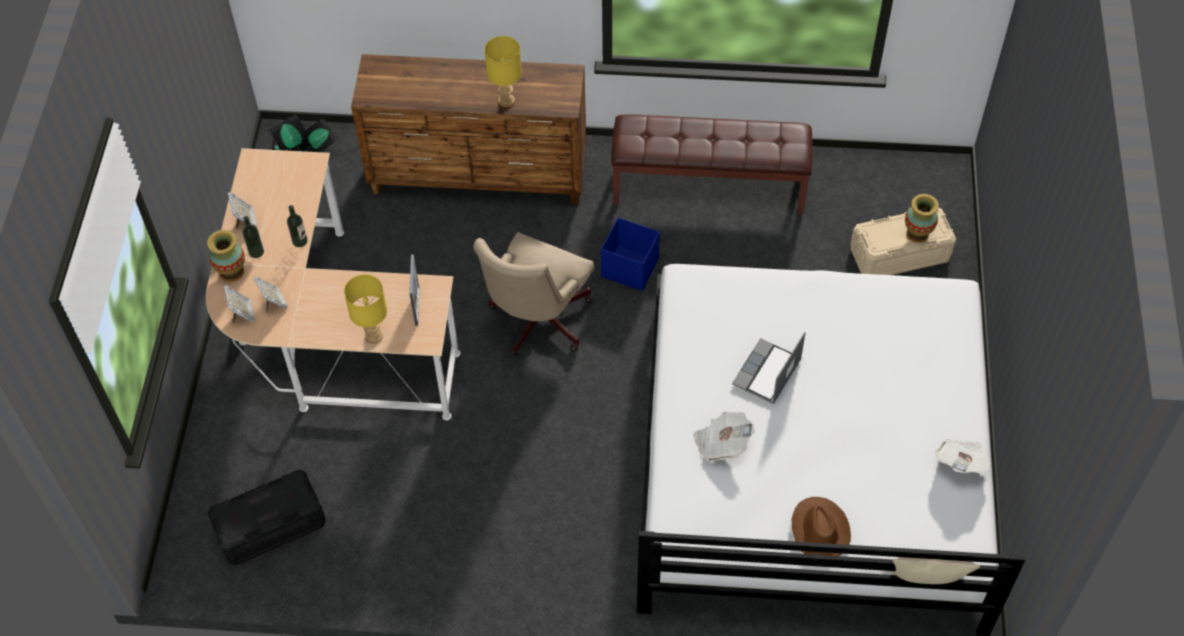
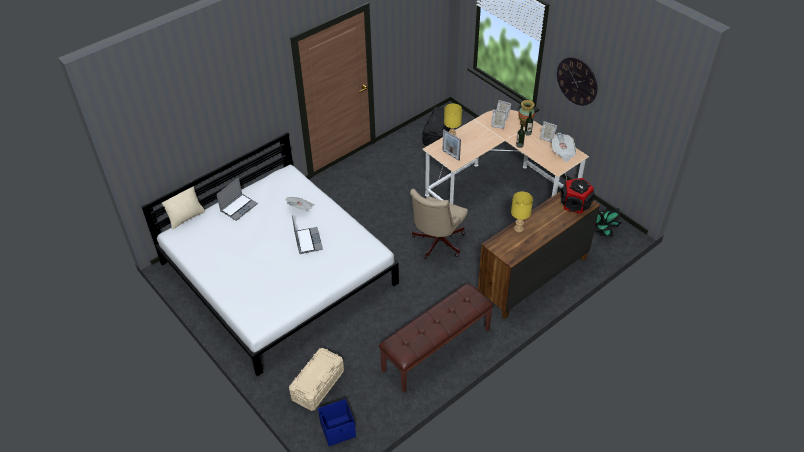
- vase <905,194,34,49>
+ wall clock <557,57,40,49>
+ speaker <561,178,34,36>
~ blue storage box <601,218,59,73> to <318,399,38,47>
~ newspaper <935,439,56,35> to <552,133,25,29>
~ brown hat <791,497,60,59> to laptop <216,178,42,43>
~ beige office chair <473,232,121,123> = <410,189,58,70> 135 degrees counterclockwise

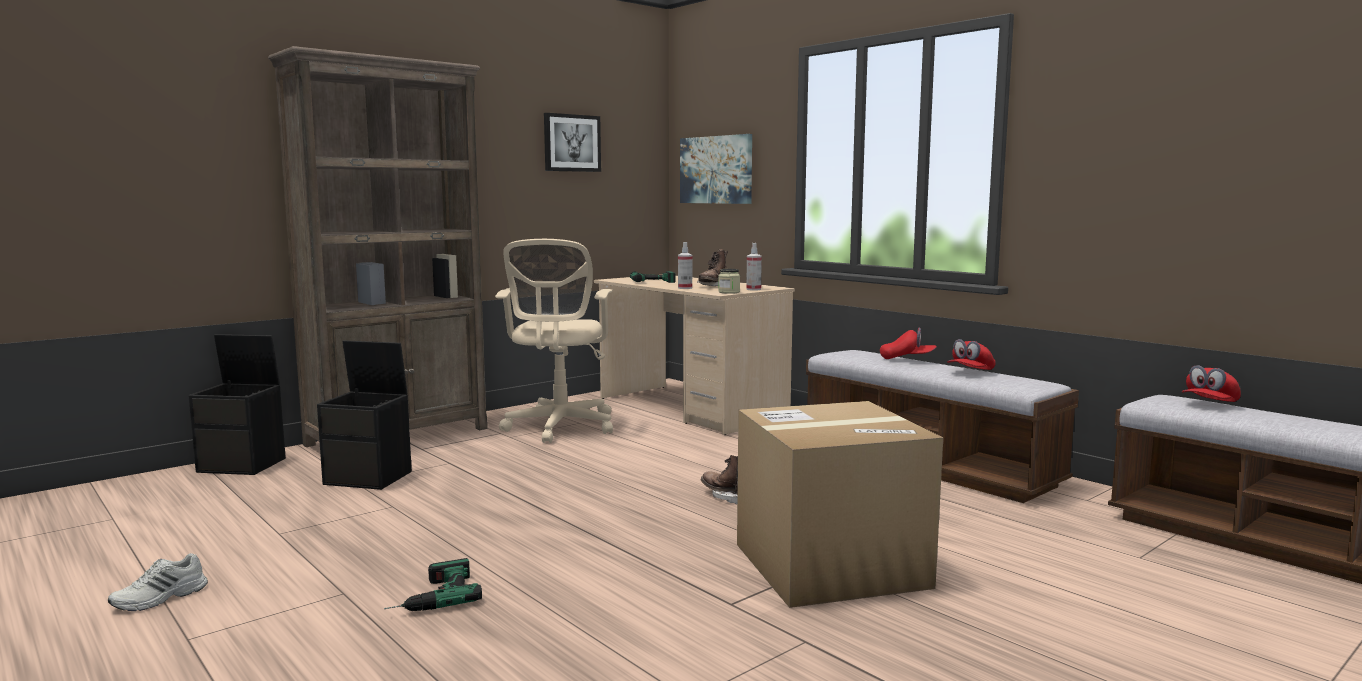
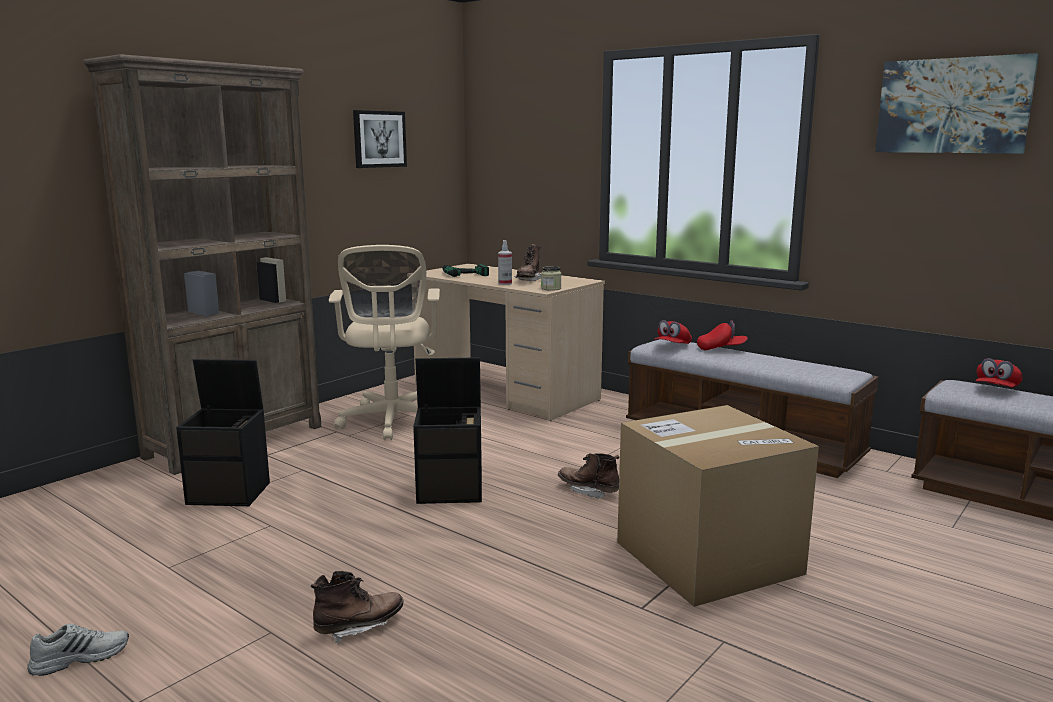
- spray bottle <746,243,16,48>
~ black storage box <189,334,97,141> to <413,357,69,147>
~ picture <680,134,72,70> to <875,53,164,101>
~ red cap <947,339,49,31> to <654,320,38,24>
~ power drill <384,558,98,53> to brown boot <311,571,93,73>
~ white shoe <108,553,100,58> = <27,624,102,52> 150 degrees counterclockwise

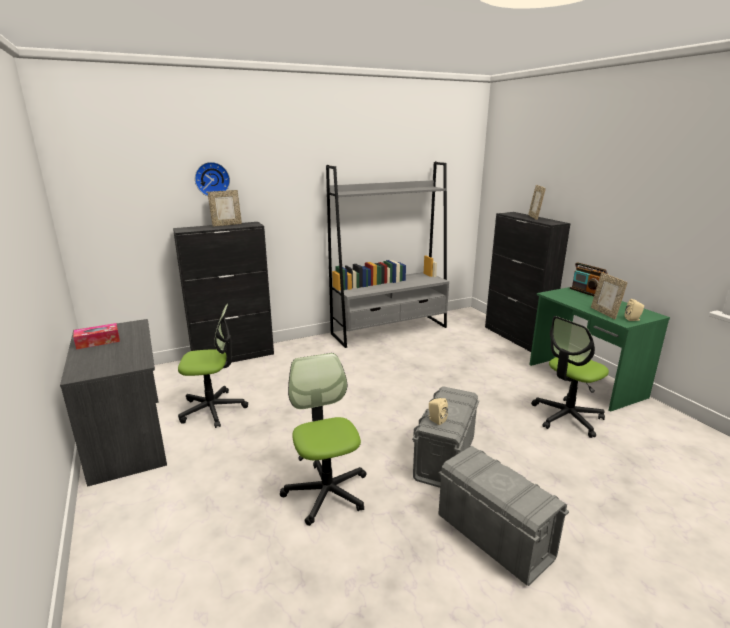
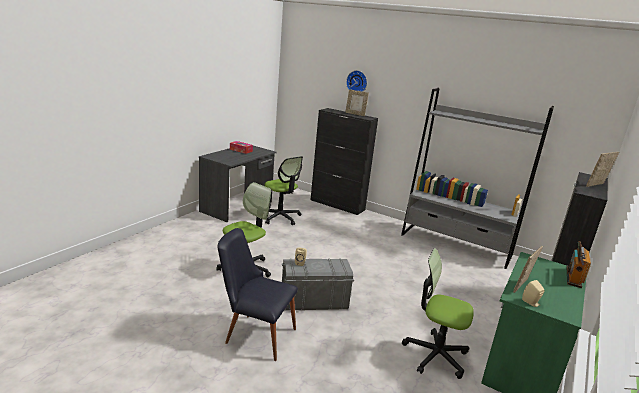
~ grey storage box <439,446,130,140> to black chair <218,228,80,133>

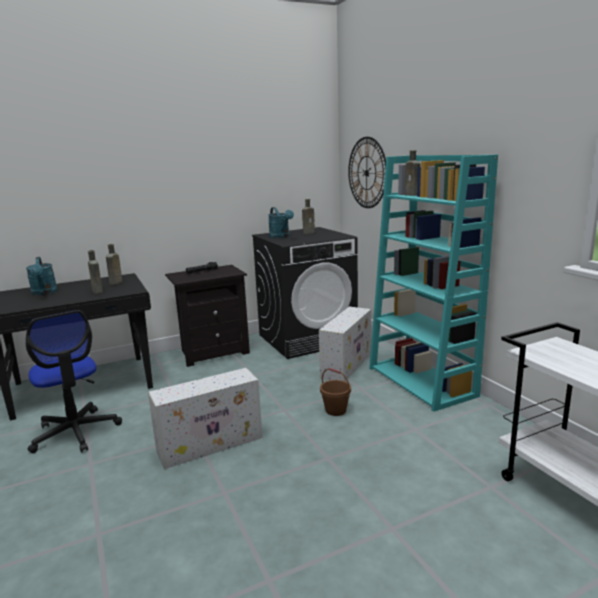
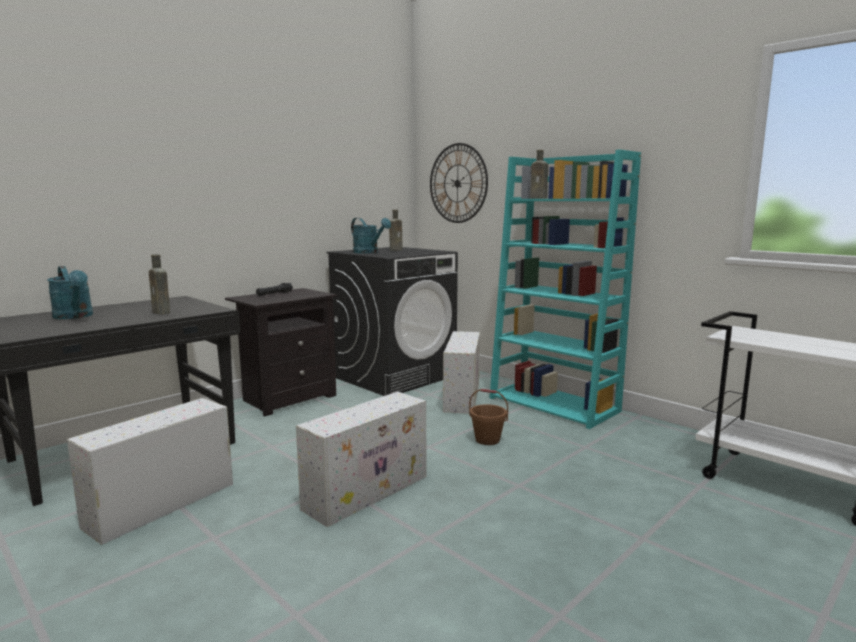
- brown bottle <106,244,16,41>
~ office chair <26,310,96,143> to white storage box <67,398,166,147>

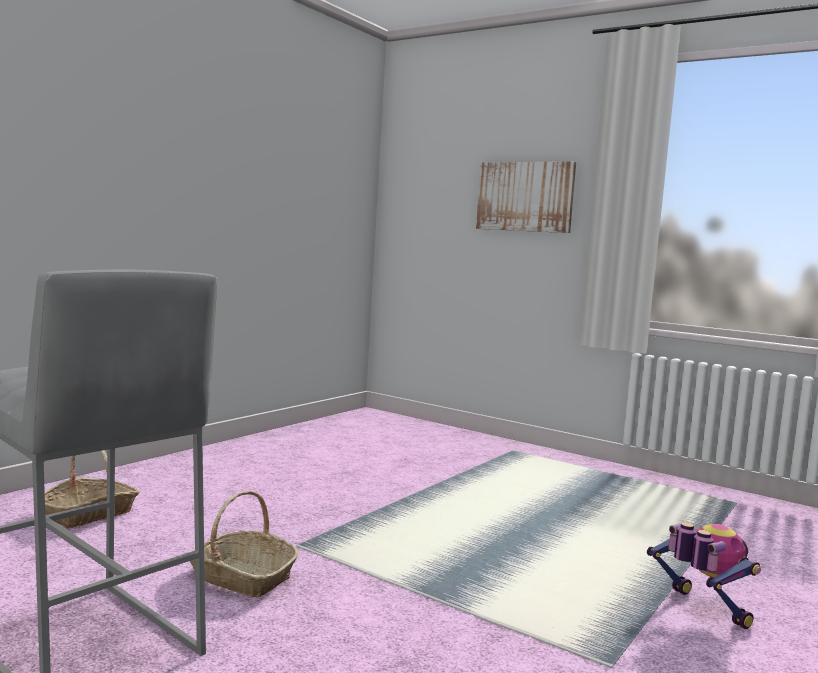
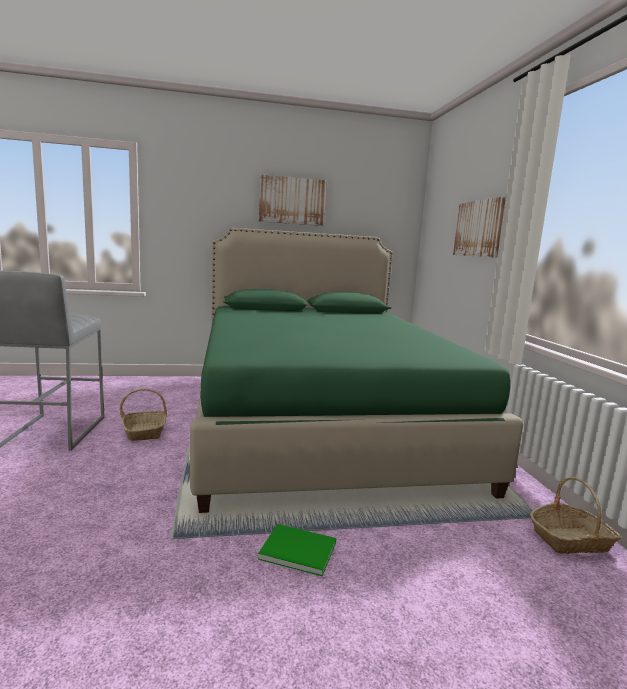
+ green bed <190,228,333,285>
+ picture <259,175,68,51>
~ basket <45,450,95,78> to <530,477,91,77>
~ toy robot <647,522,114,107> to green book <258,524,78,52>

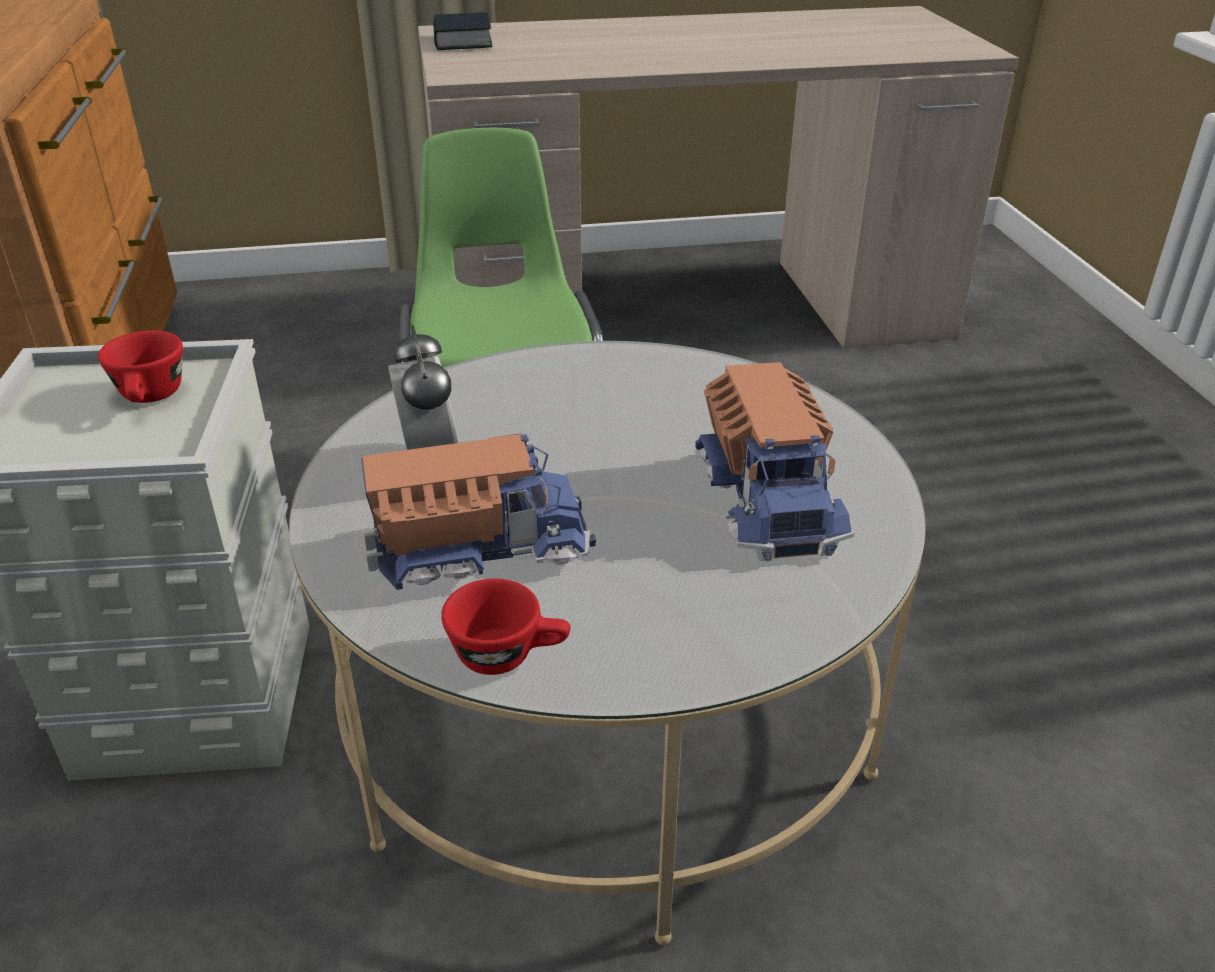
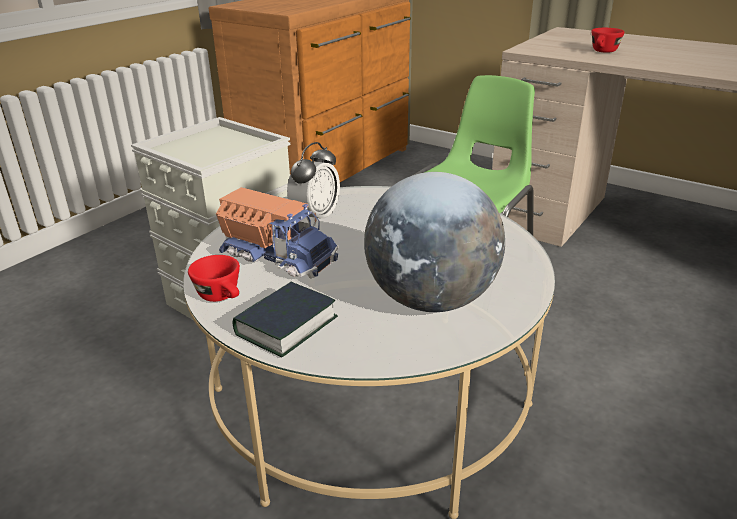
~ red cup <98,330,85,73> to <592,28,32,25>
~ book <433,12,60,38> to <233,282,105,75>
~ toy truck <695,362,159,200> to globe <364,172,141,140>

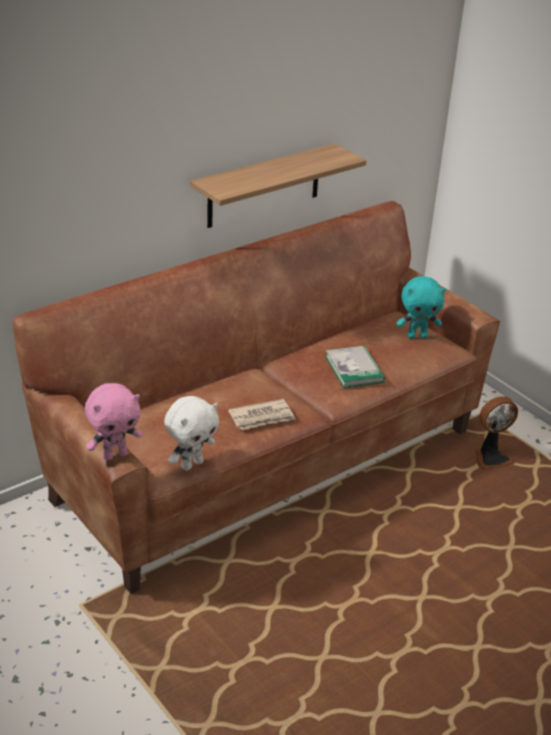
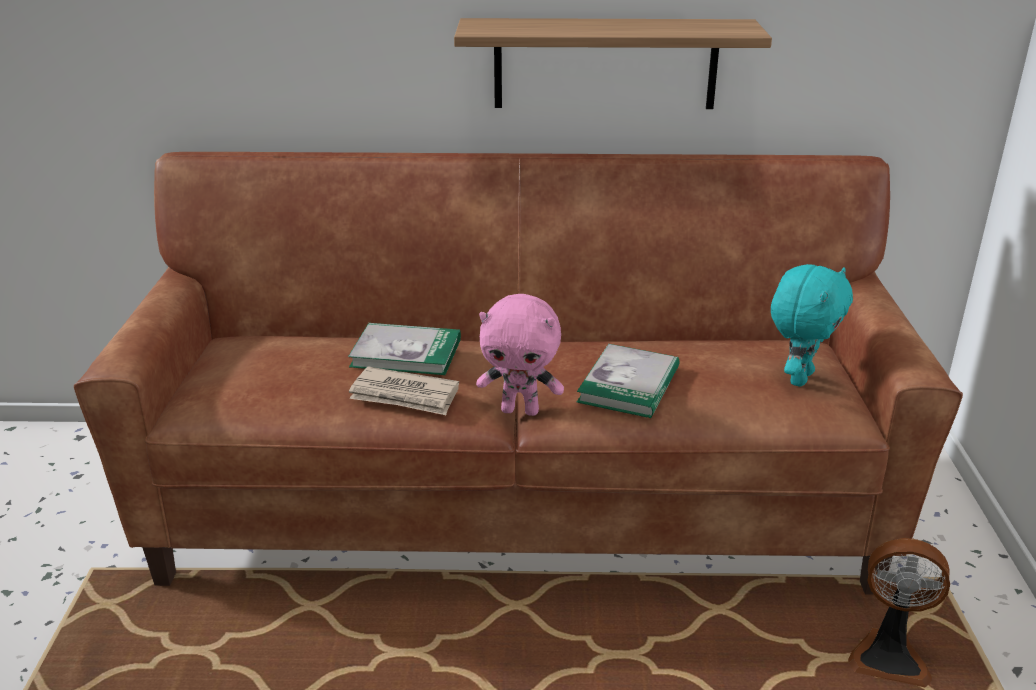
- white plush toy <164,396,55,75>
+ book <348,323,113,52>
~ pink plush toy <85,383,57,78> to <476,294,88,122>
~ turquoise plush toy <397,276,49,63> = <771,264,82,123> 90 degrees counterclockwise

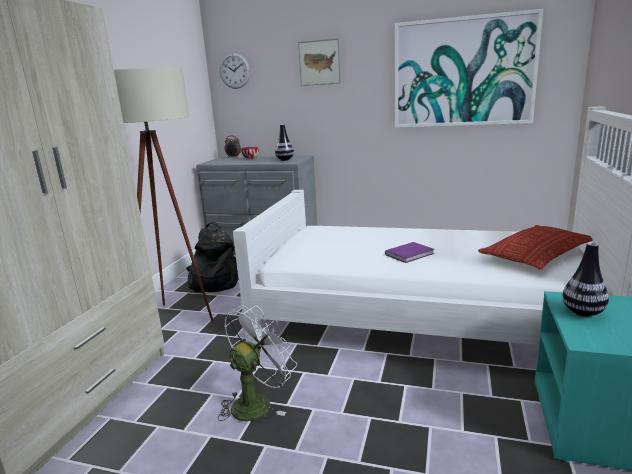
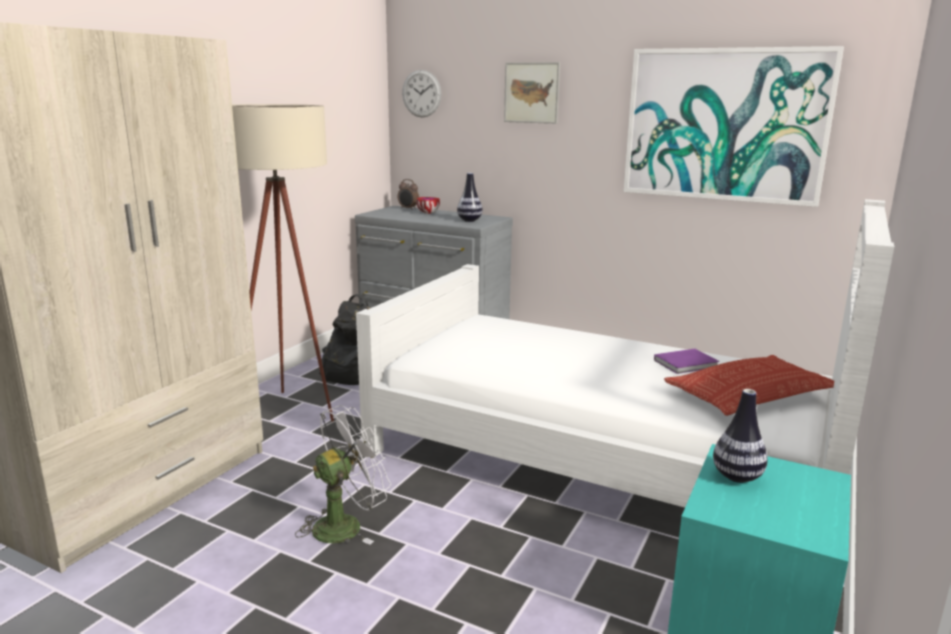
~ purple book <385,242,50,21> to <654,349,65,25>

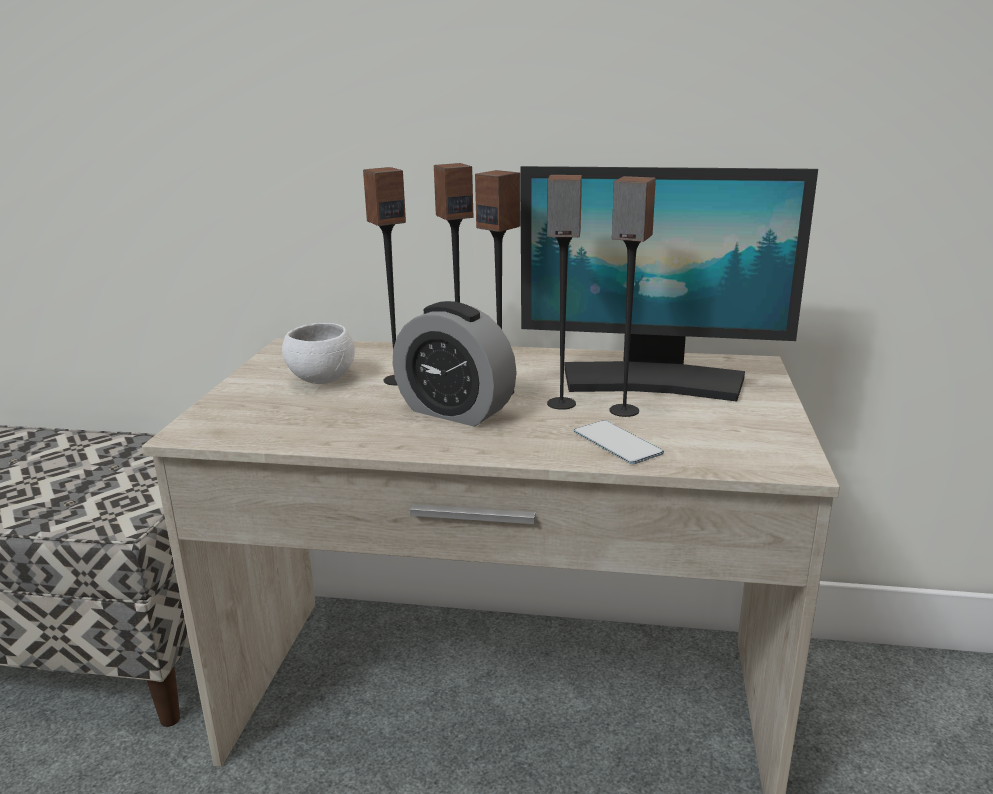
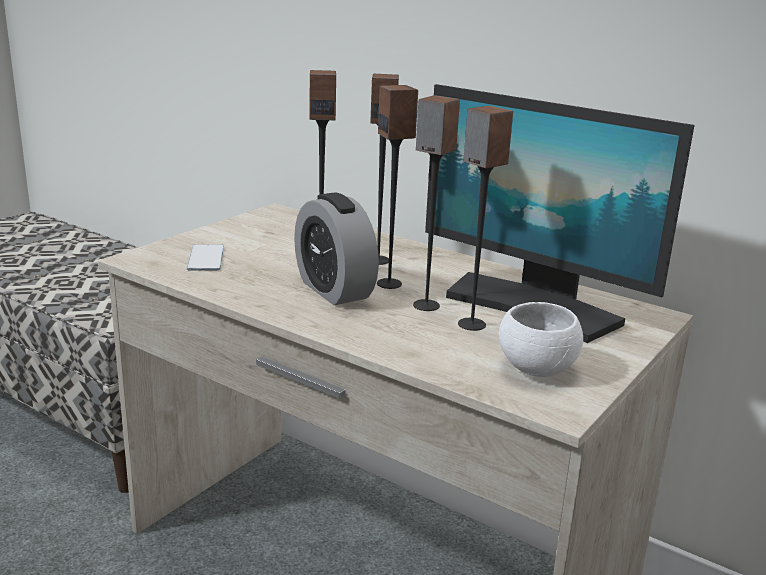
~ white bowl <282,323,73,61> to <499,302,84,75>
~ phone <574,420,90,44> to <187,244,37,27>

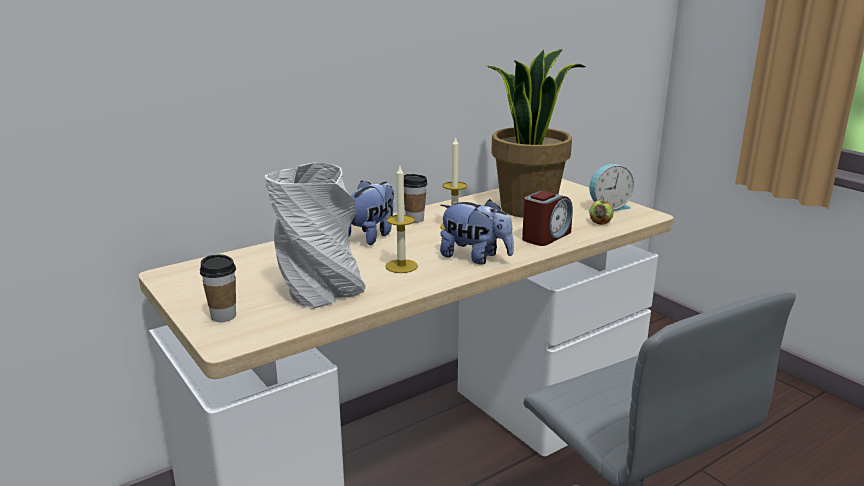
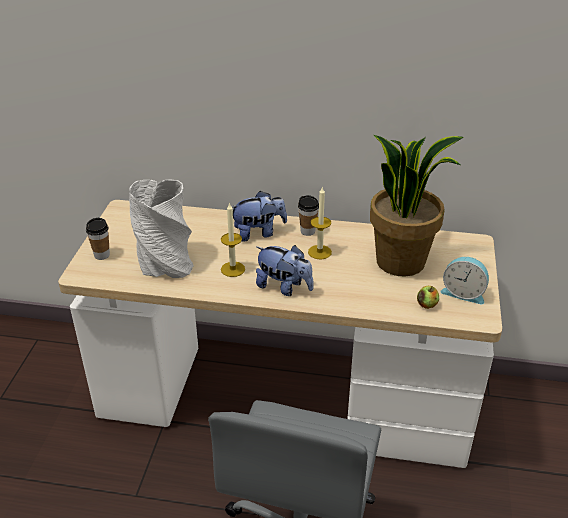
- alarm clock <522,191,51,55>
~ plush toy <440,199,74,66> = <256,245,58,51> 45 degrees counterclockwise

